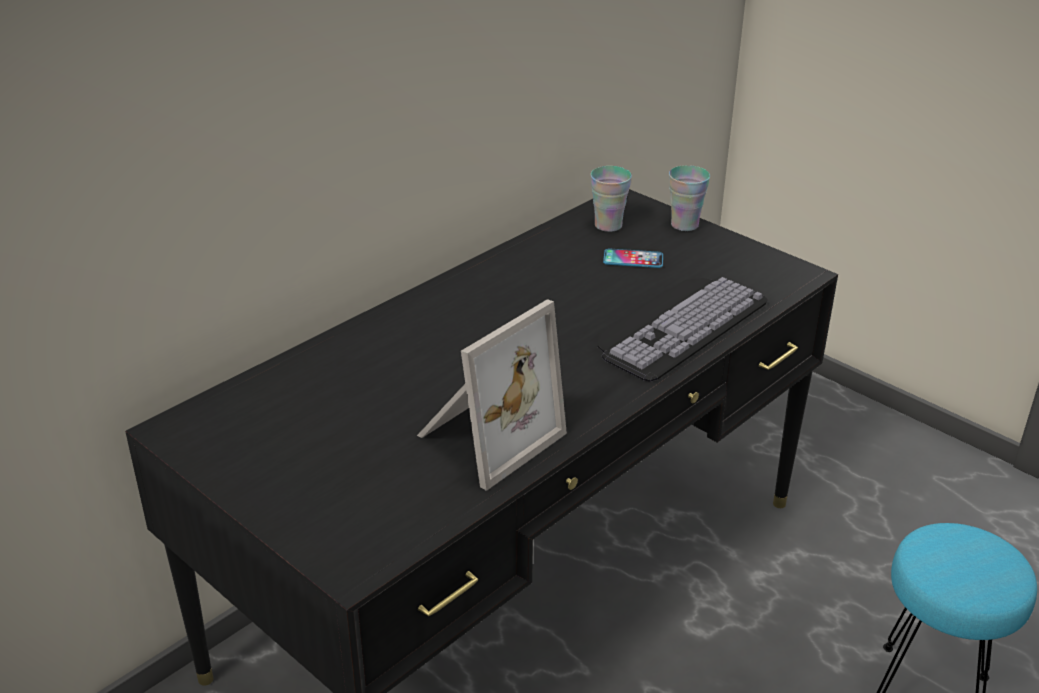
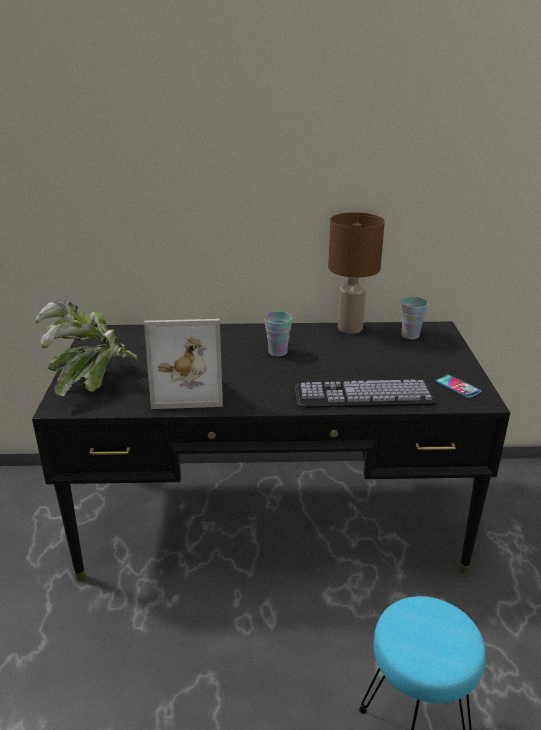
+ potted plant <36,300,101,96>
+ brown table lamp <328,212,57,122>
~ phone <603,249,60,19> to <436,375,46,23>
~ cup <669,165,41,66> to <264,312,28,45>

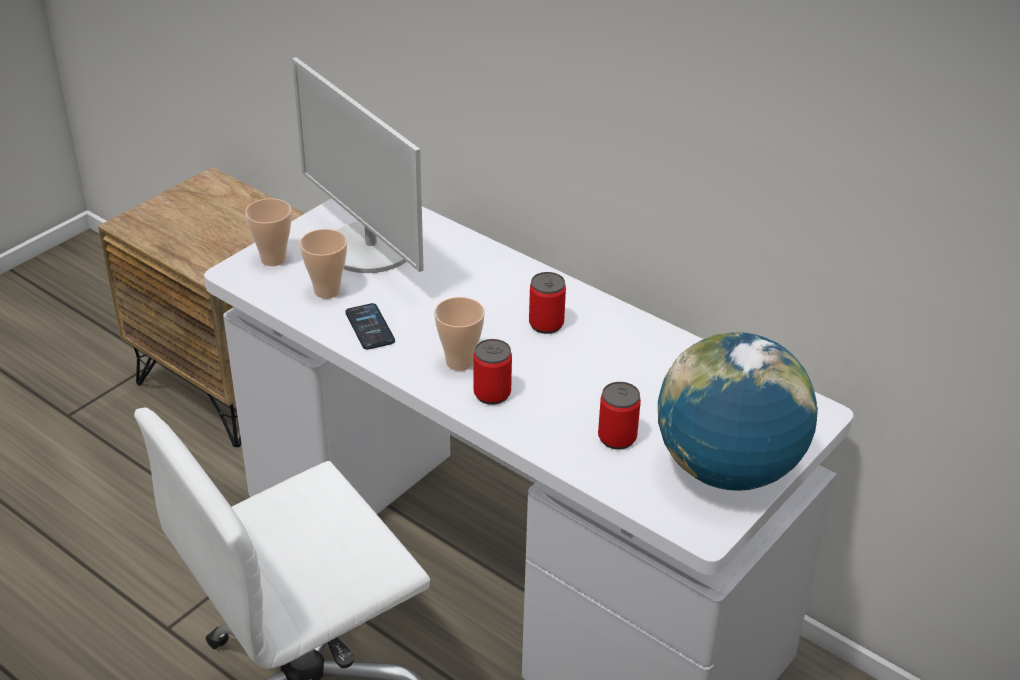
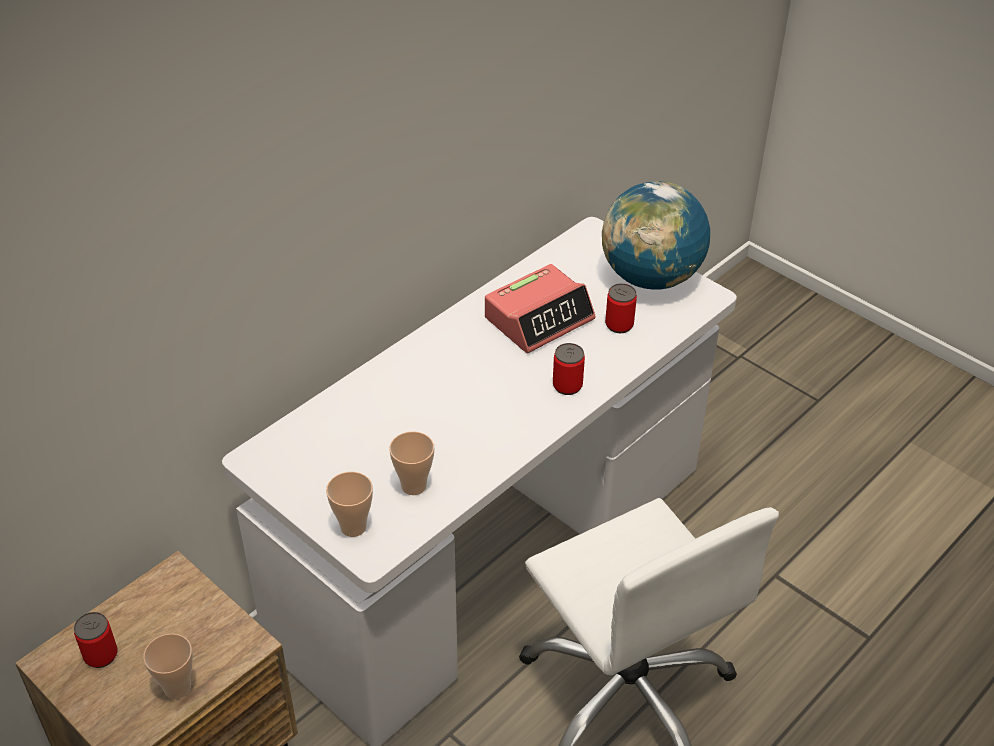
- monitor <292,57,132,216>
- phone <345,303,50,47>
+ alarm clock <485,264,111,89>
~ cup <434,297,51,74> to <143,634,50,65>
~ can <529,272,37,62> to <74,612,44,56>

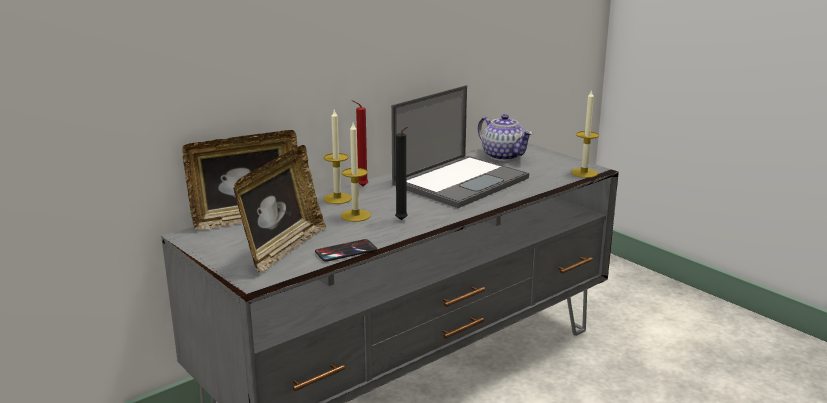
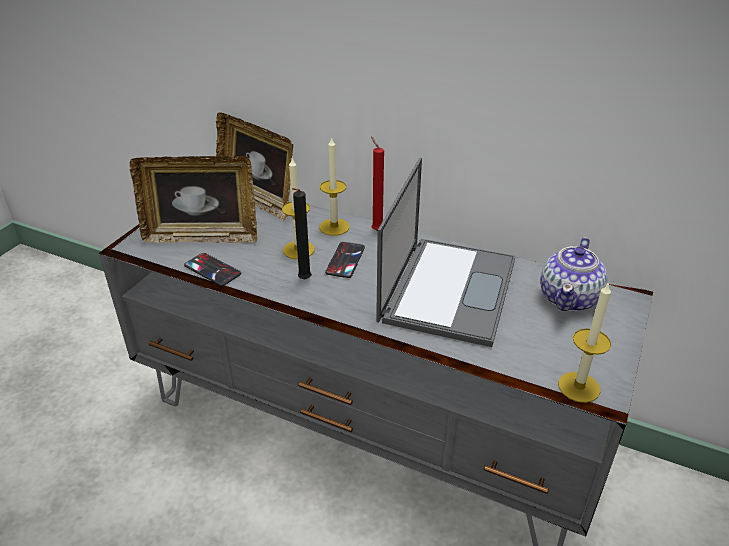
+ phone <325,242,40,36>
~ laptop <391,85,138,123> = <376,158,139,189> 90 degrees counterclockwise

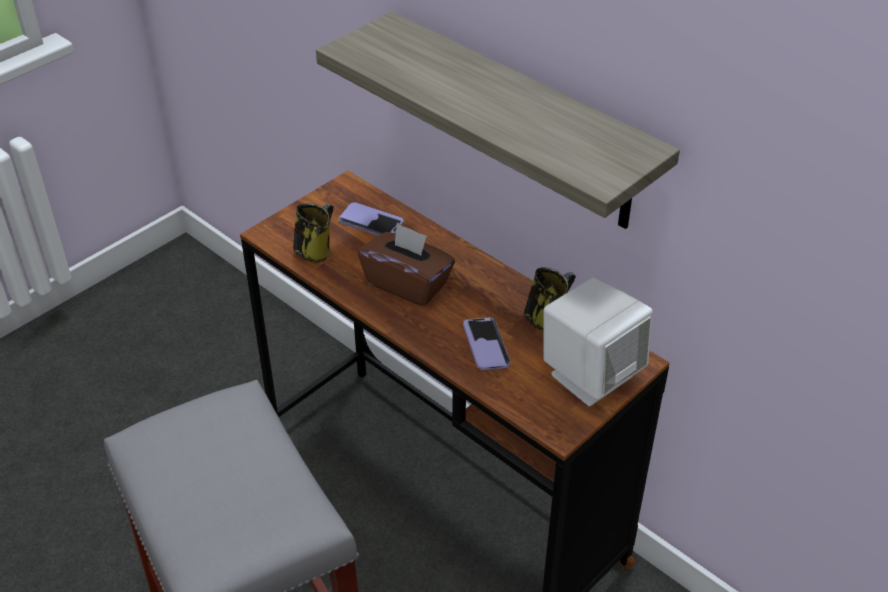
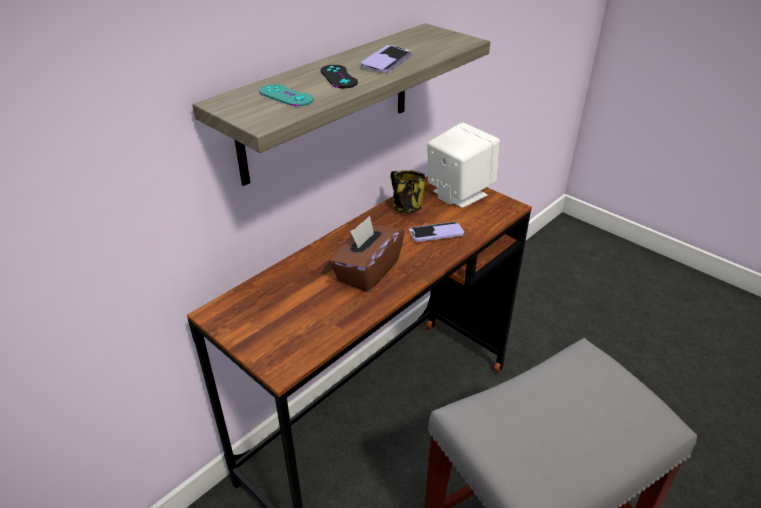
- mug <293,203,41,60>
+ turquoise game controller <259,84,55,22>
+ black game controller <320,65,38,23>
~ phone <339,202,65,34> to <361,45,51,28>

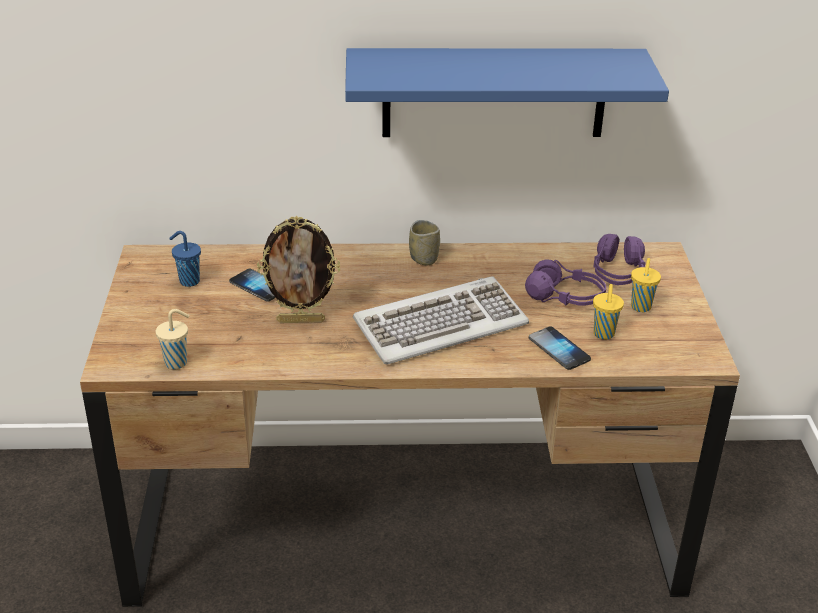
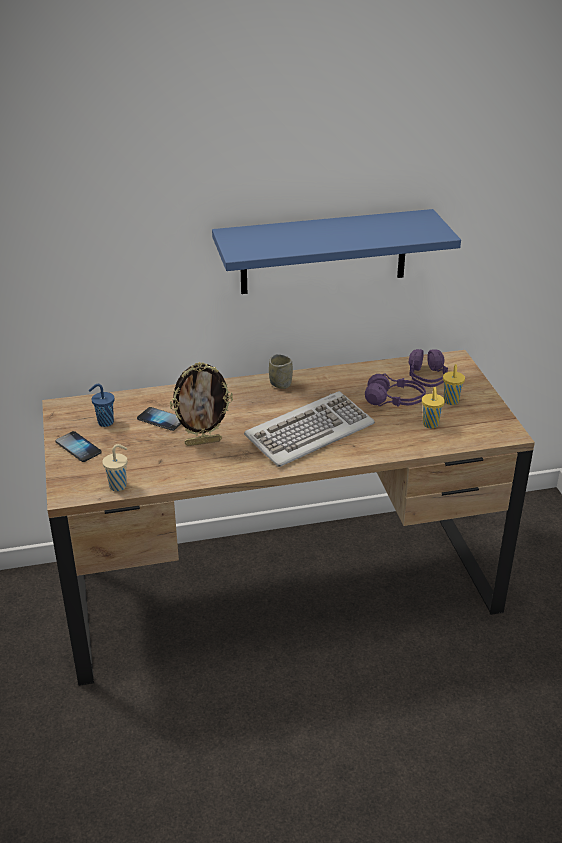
~ phone <529,326,62,44> to <56,431,46,31>

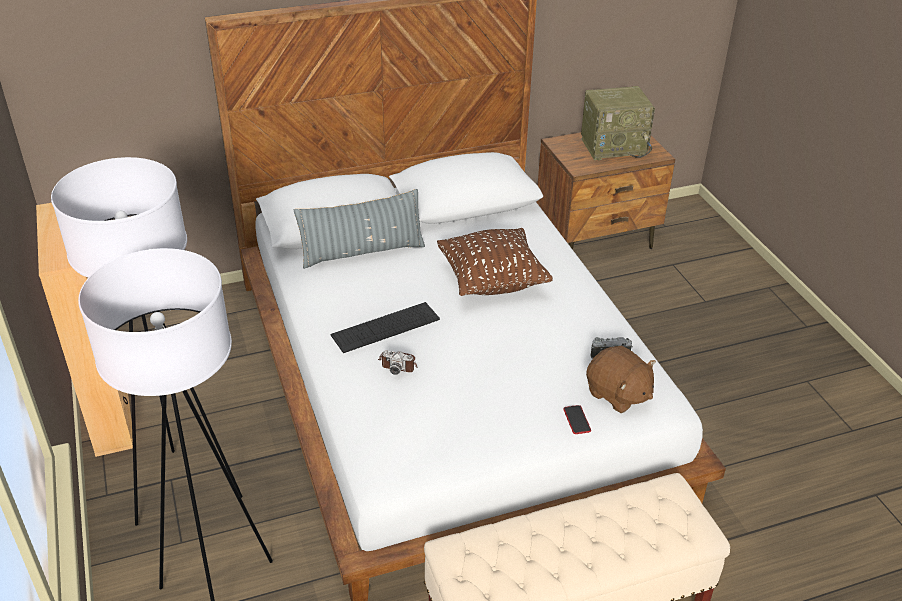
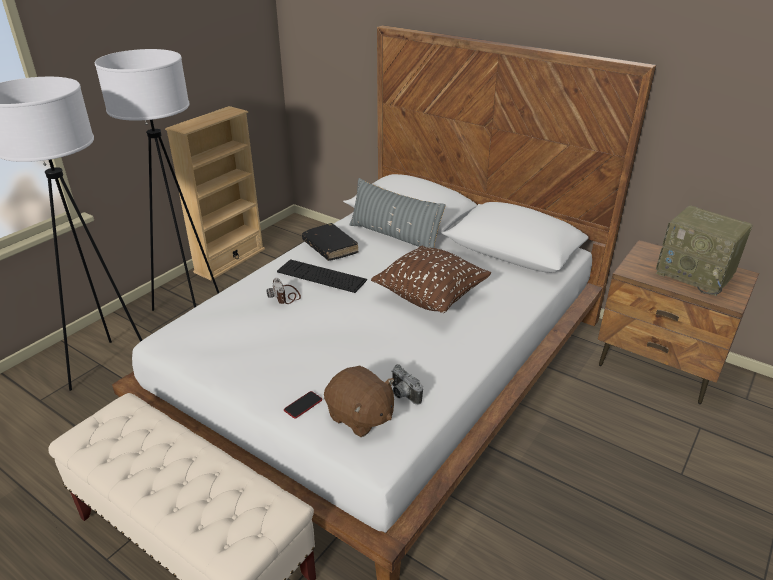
+ black book <302,223,57,38>
~ brown plush toy <586,346,70,67> = <324,365,70,72> 60 degrees counterclockwise

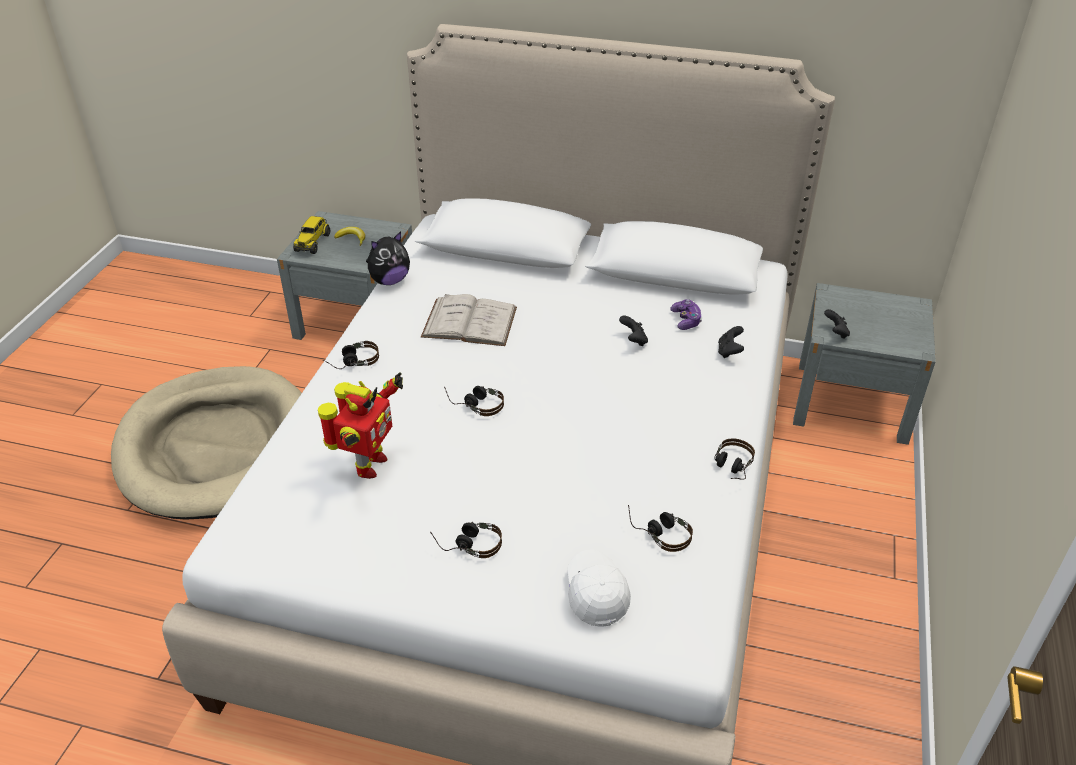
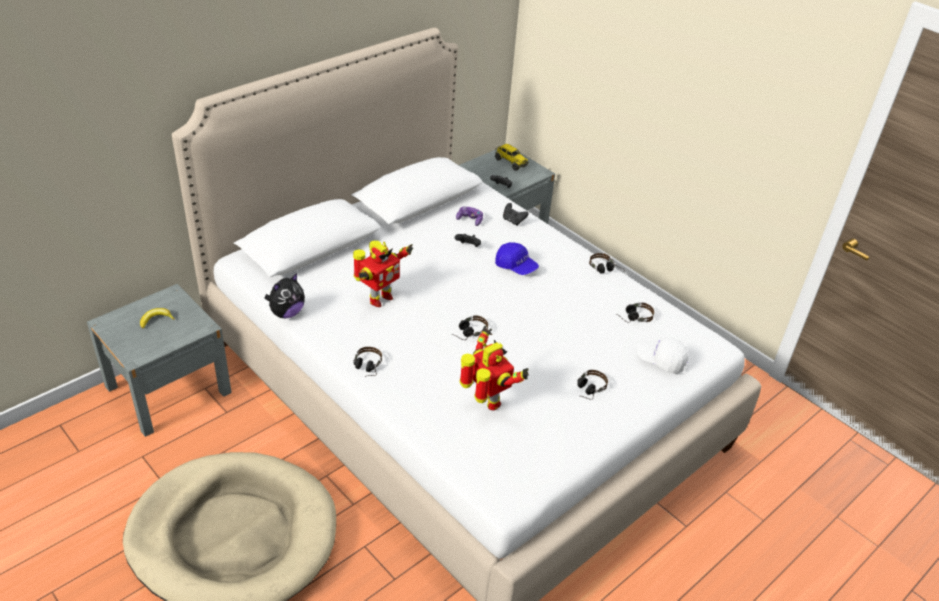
+ blue cap <495,242,44,33>
~ toy truck <293,216,37,38> to <495,144,34,27>
~ white book <421,294,96,52> to toy robot <353,241,60,66>
~ plush toy <366,231,44,54> = <264,273,41,45> 45 degrees clockwise

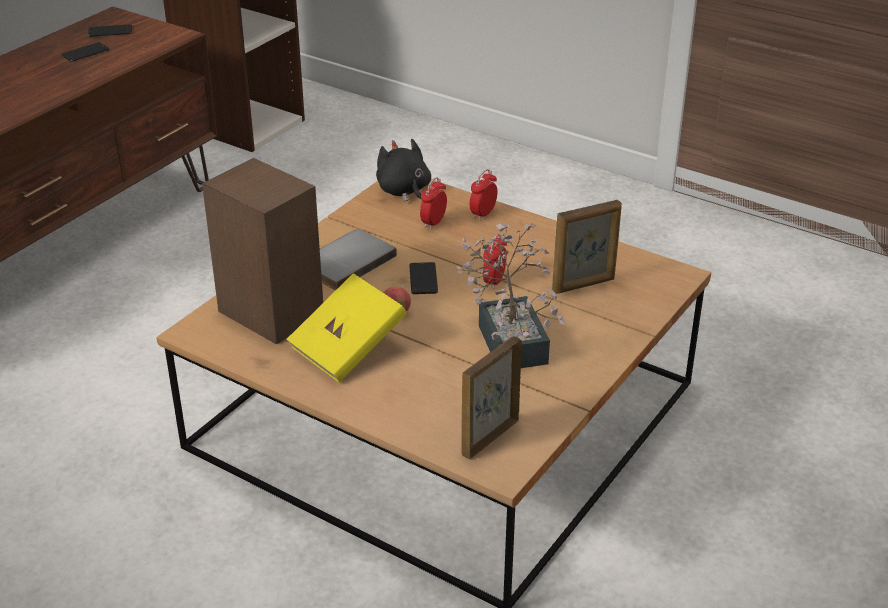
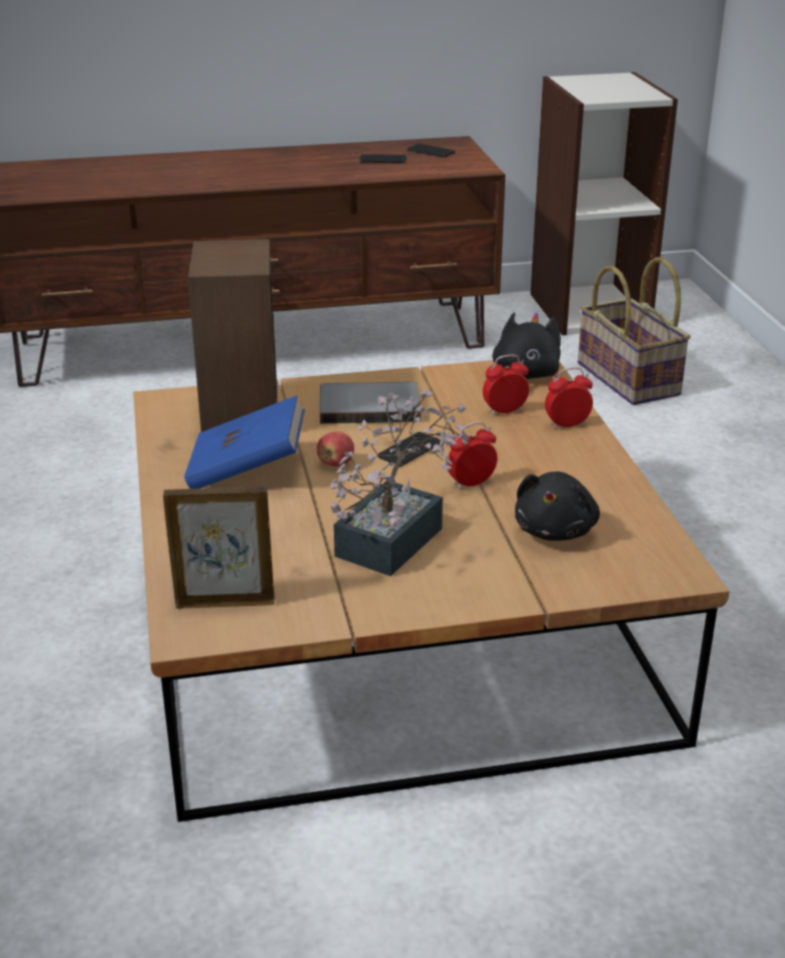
+ basket <578,257,113,148>
~ picture frame <552,200,70,94> to black plush toy <515,472,85,69>
~ yellow book <286,273,121,109> to blue book <184,395,121,94>

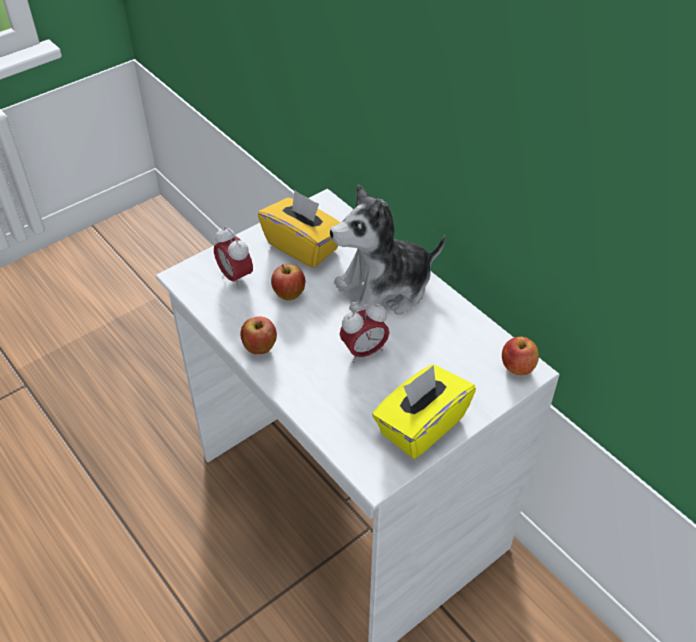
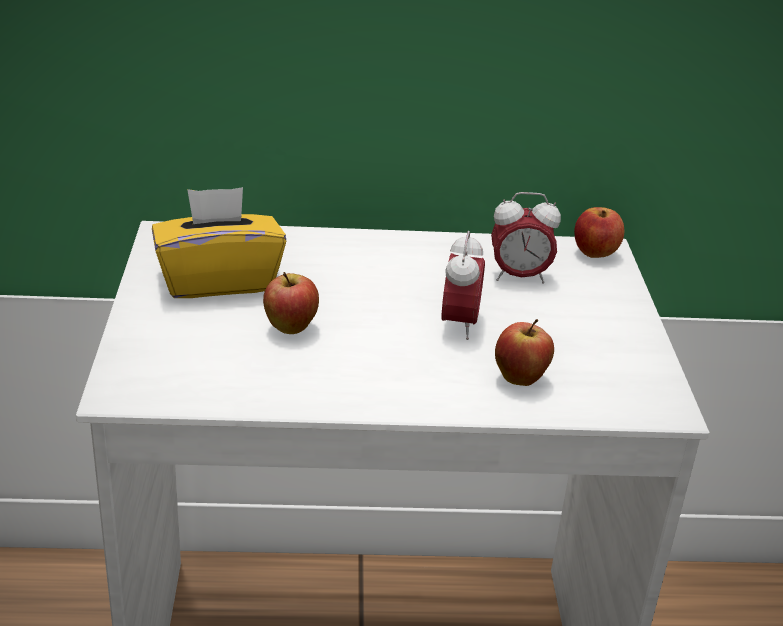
- plush toy <330,184,116,131>
- yellow tissue box <372,364,104,95>
~ alarm clock <214,226,39,63> to <491,192,70,92>
~ apple <240,317,37,37> to <495,319,59,67>

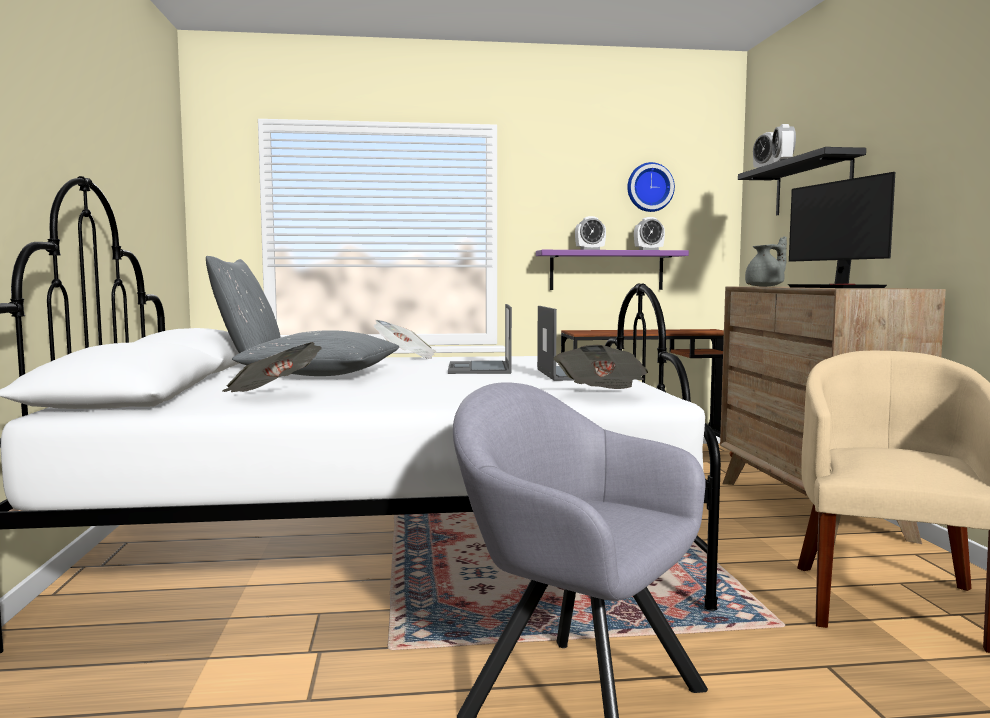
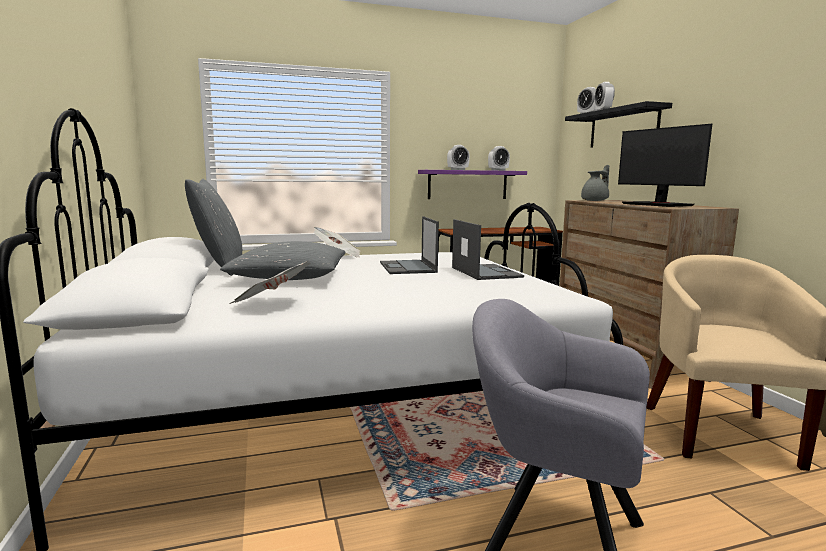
- newspaper <554,345,94,44>
- wall clock <628,162,47,50>

